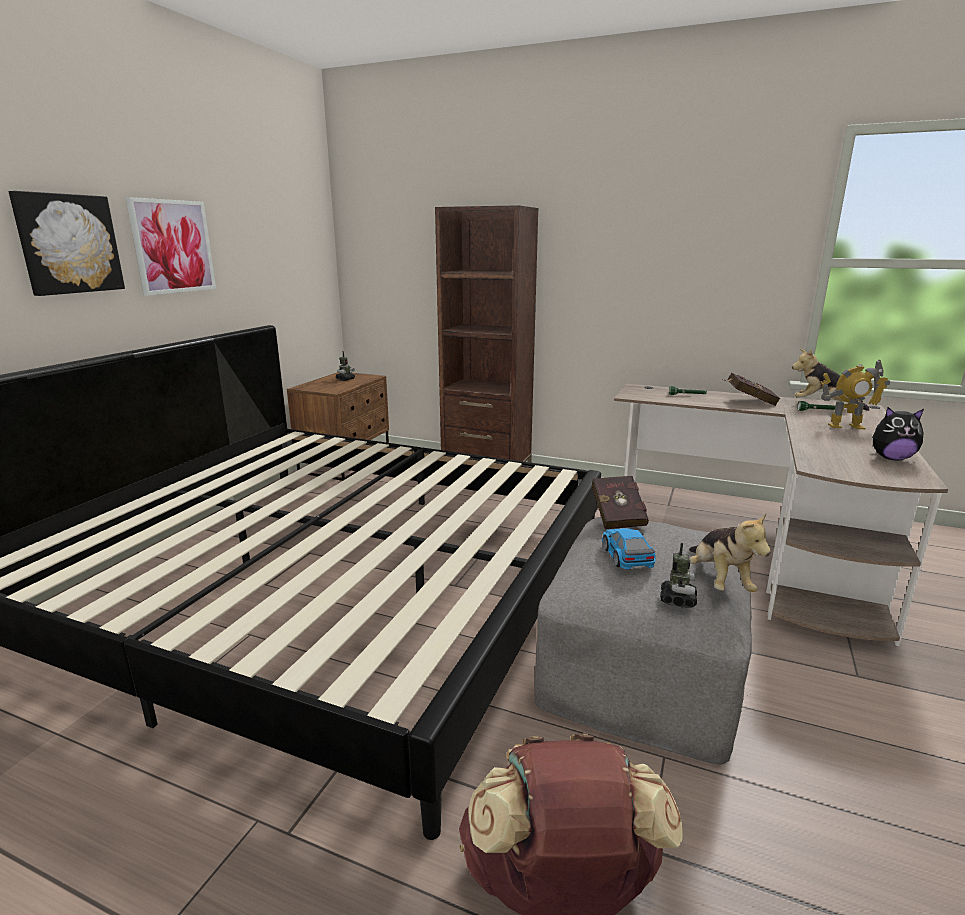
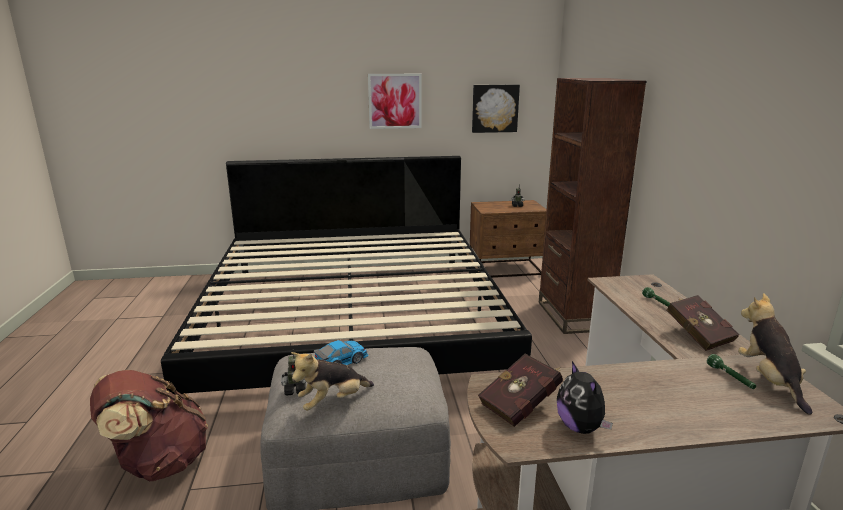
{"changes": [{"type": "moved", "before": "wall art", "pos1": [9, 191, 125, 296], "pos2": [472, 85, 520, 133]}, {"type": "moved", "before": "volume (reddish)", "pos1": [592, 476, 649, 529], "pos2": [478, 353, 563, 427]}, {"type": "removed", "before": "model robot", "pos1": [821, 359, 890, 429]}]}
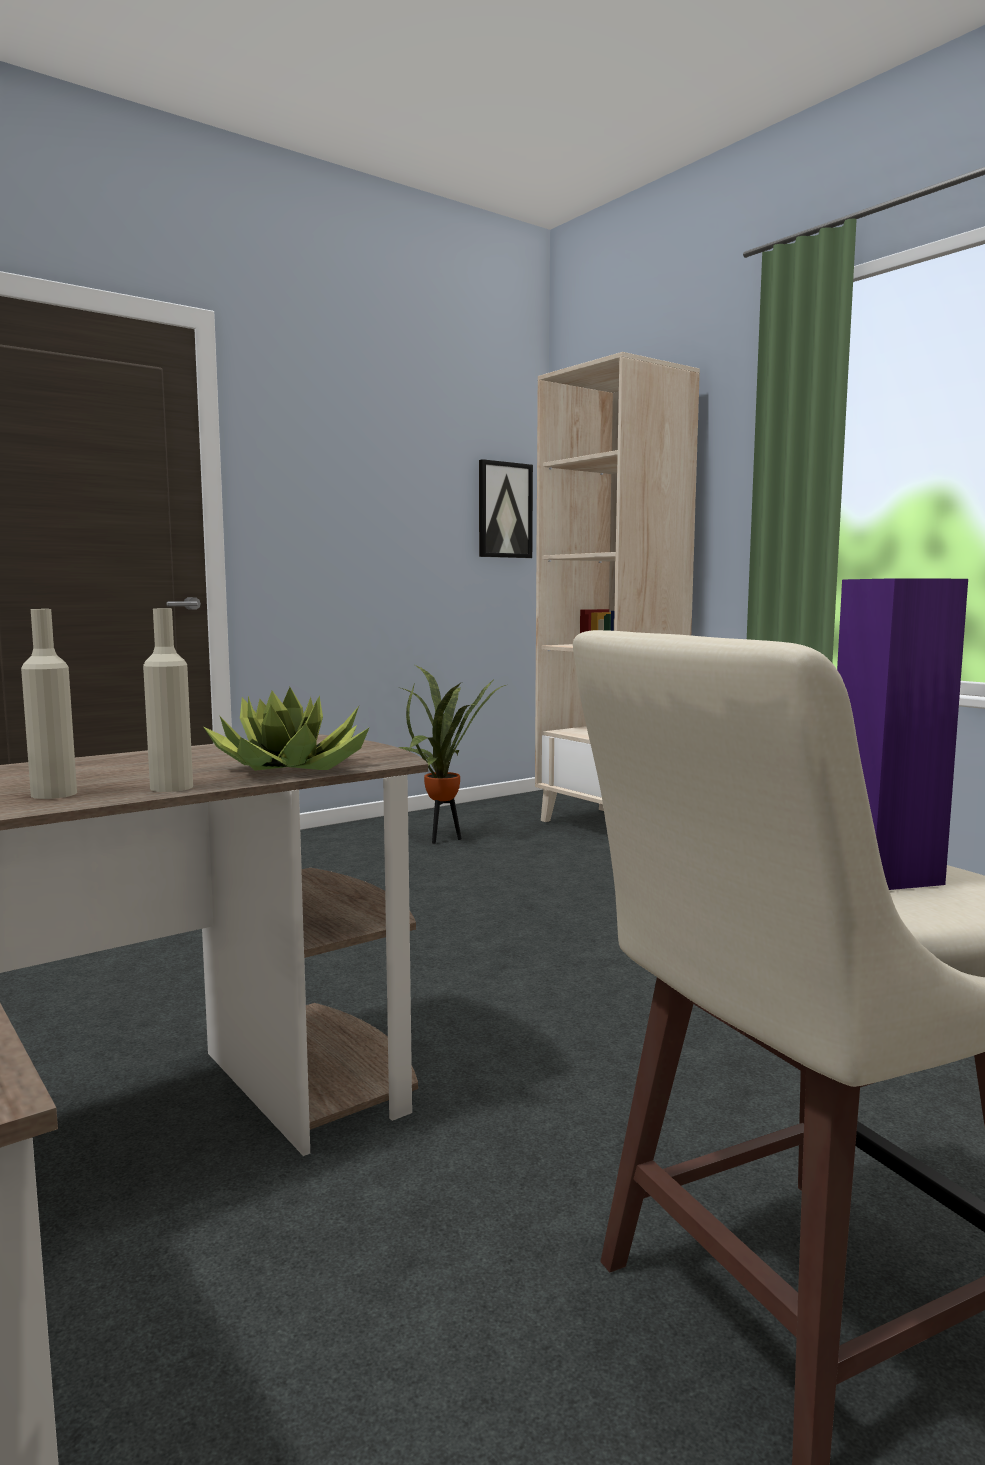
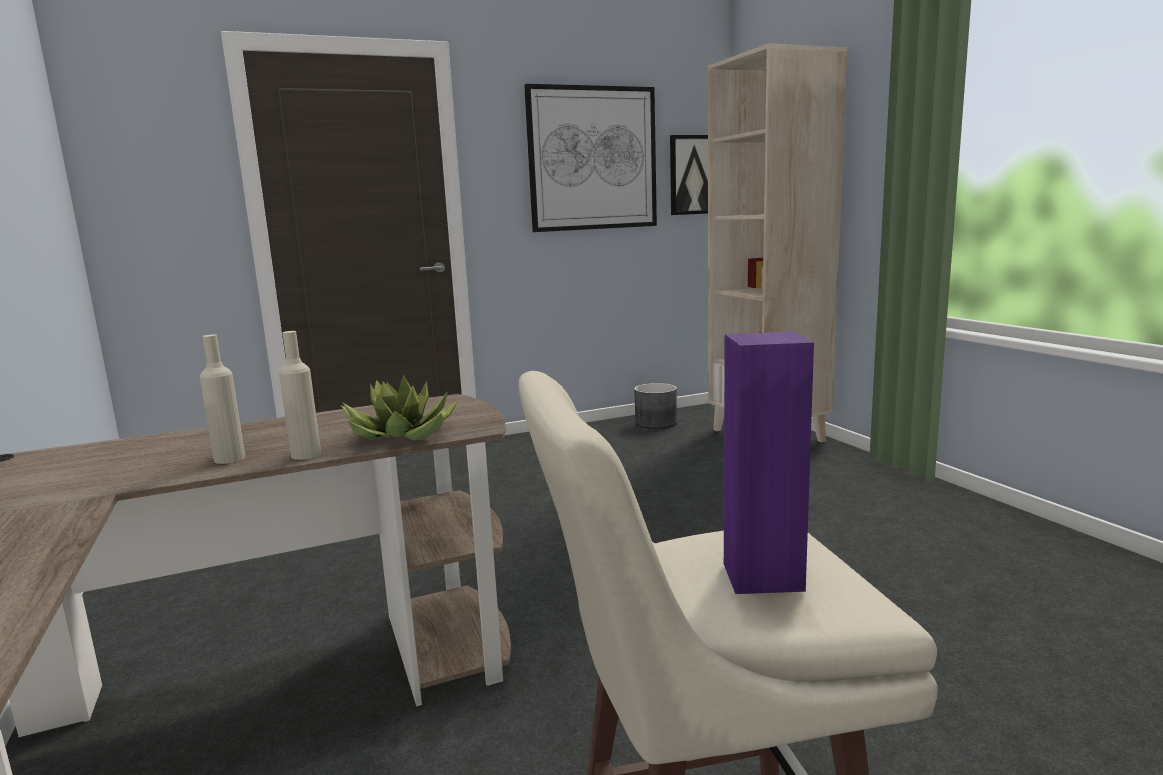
{"changes": [{"type": "added", "after": "wall art", "pos2": [524, 84, 657, 232]}, {"type": "added", "after": "plant pot (grey)", "pos2": [634, 383, 677, 429]}, {"type": "removed", "before": "potted plant", "pos1": [398, 665, 506, 844]}]}
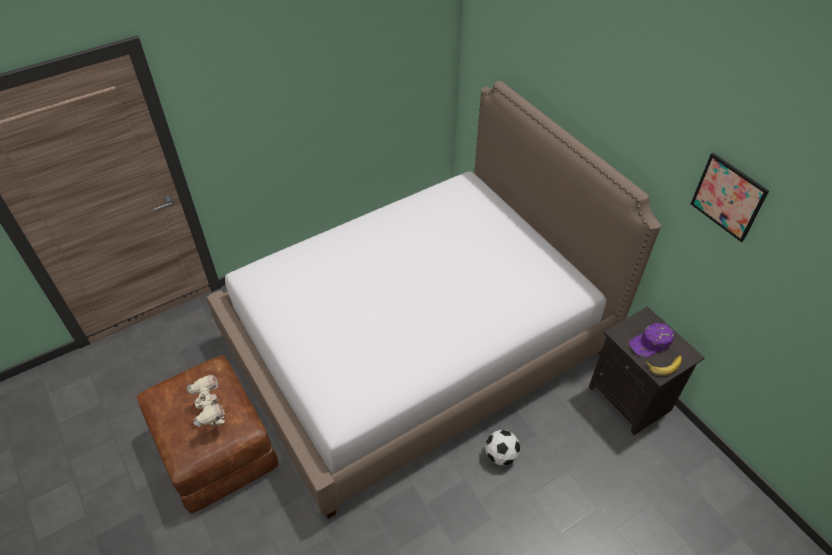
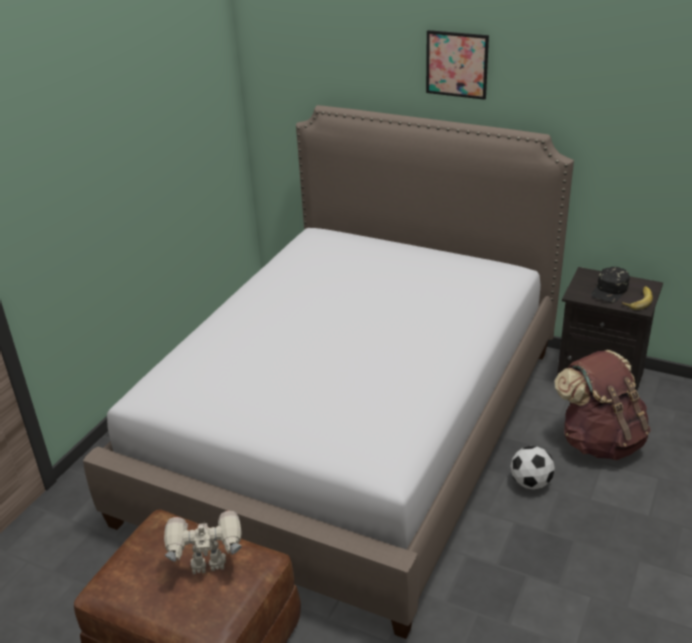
{"changes": [{"type": "turned", "before": "model robot", "pos1": [187, 375, 225, 427], "pos2": [164, 511, 242, 574], "turn": -45}, {"type": "moved", "before": "wall art", "pos1": [691, 153, 769, 242], "pos2": [426, 30, 489, 100]}, {"type": "added", "after": "backpack (brown-coloured)", "pos2": [555, 350, 651, 460]}, {"type": "recoloured", "before": "peaked cap (purple-coloured)", "after": "peaked cap (blackish)", "pos1": [629, 323, 674, 357], "pos2": [591, 267, 630, 303]}]}
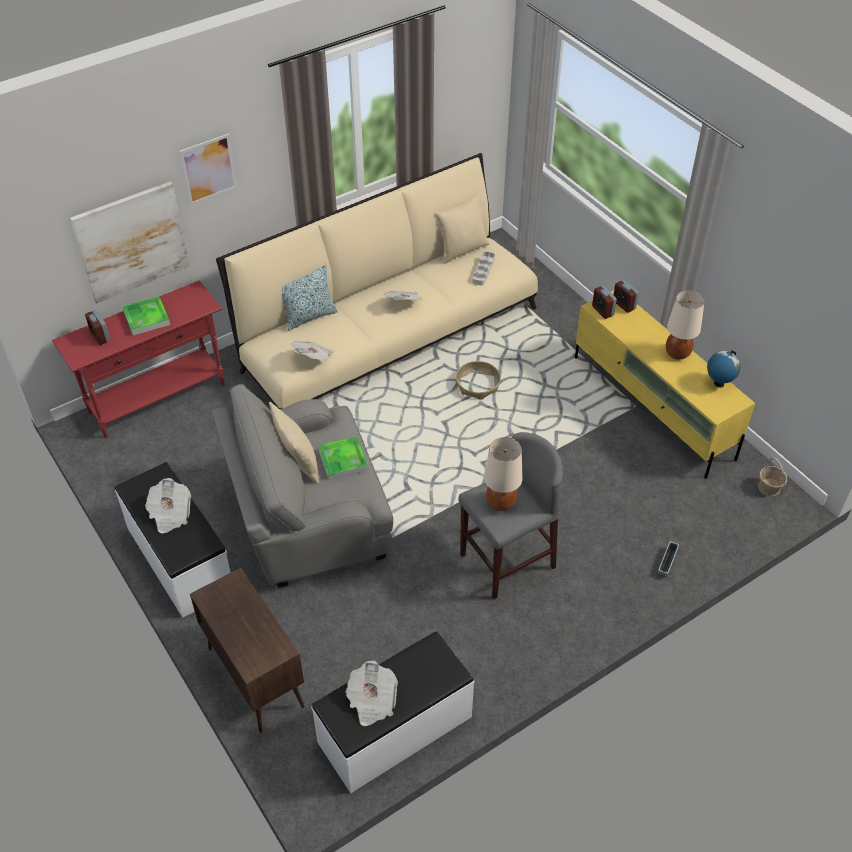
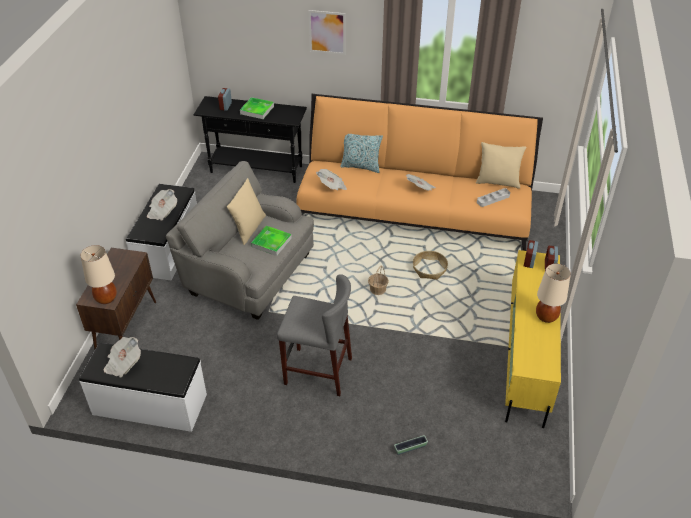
{"changes": [{"type": "moved", "before": "lamp for a table (beige)", "pos1": [484, 437, 523, 511], "pos2": [80, 245, 117, 304]}, {"type": "recoloured", "before": "narrow table (reddish)", "after": "narrow table (blackish)", "pos1": [52, 280, 225, 438], "pos2": [194, 96, 307, 183]}, {"type": "recoloured", "before": "couch (beige)", "after": "couch (orange)", "pos1": [216, 153, 538, 409], "pos2": [296, 94, 543, 251]}, {"type": "moved", "before": "household basket", "pos1": [758, 457, 787, 497], "pos2": [368, 266, 389, 295]}, {"type": "removed", "before": "wall art", "pos1": [70, 181, 190, 304]}, {"type": "removed", "before": "desk globe", "pos1": [707, 351, 741, 388]}]}
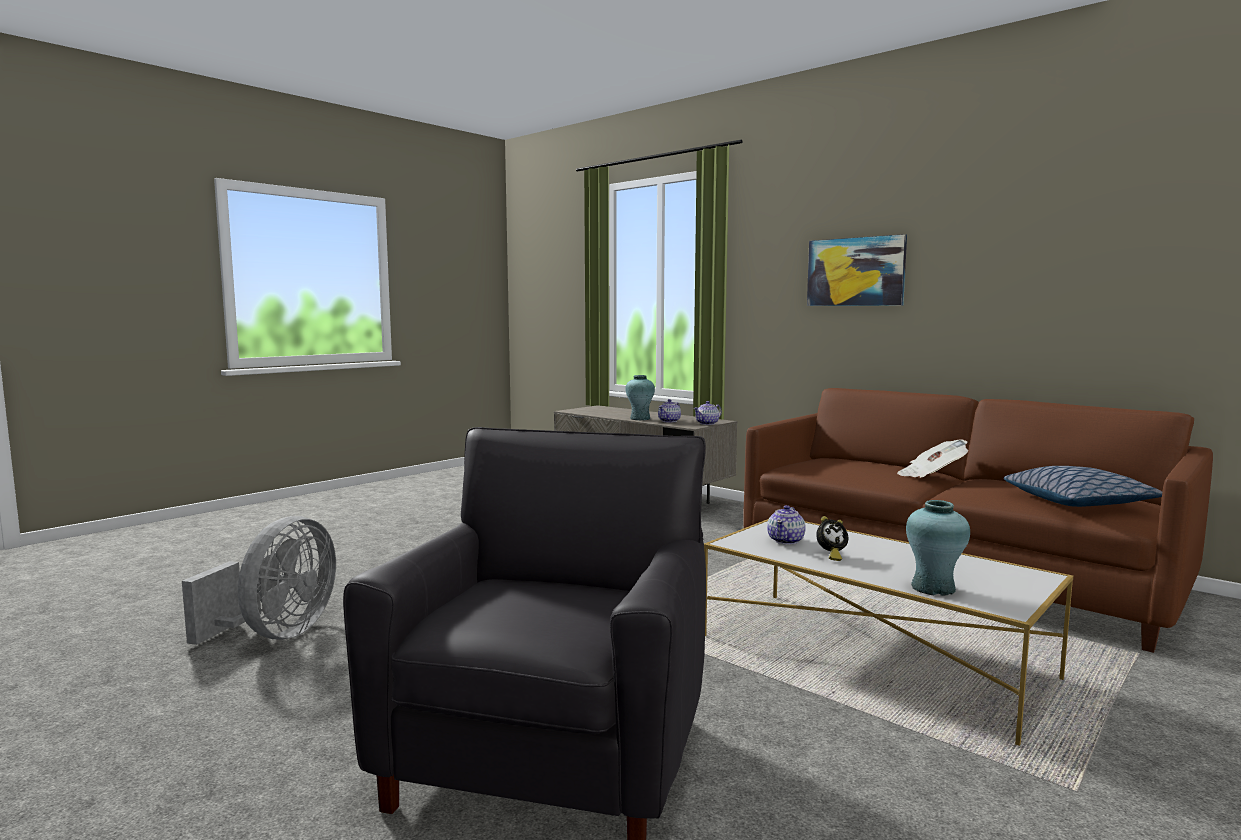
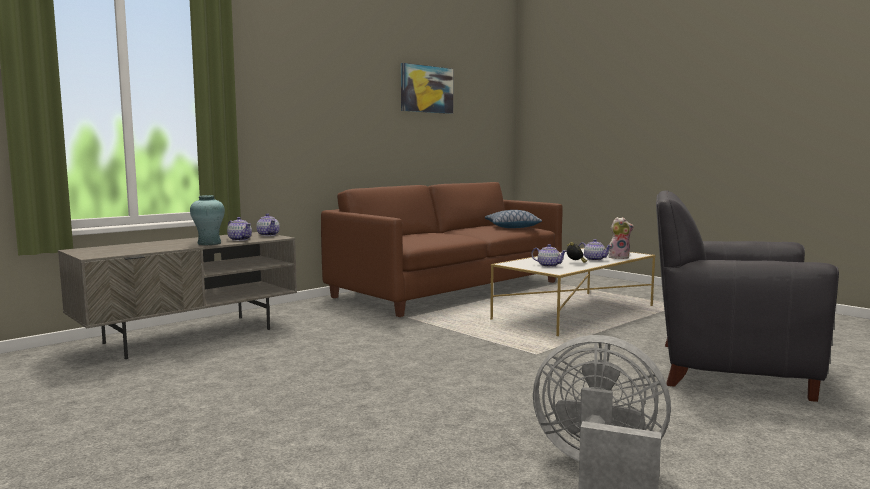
{"changes": [{"type": "moved", "before": "wall art", "pos1": [807, 234, 907, 306], "pos2": [401, 63, 453, 114]}, {"type": "added", "after": "teapot", "pos2": [579, 239, 612, 261]}, {"type": "replaced", "before": "vase (blue-green)", "after": "soft toy", "pos1": [906, 500, 970, 596], "pos2": [608, 217, 634, 259]}, {"type": "removed", "before": "printed paper", "pos1": [897, 440, 968, 478]}]}
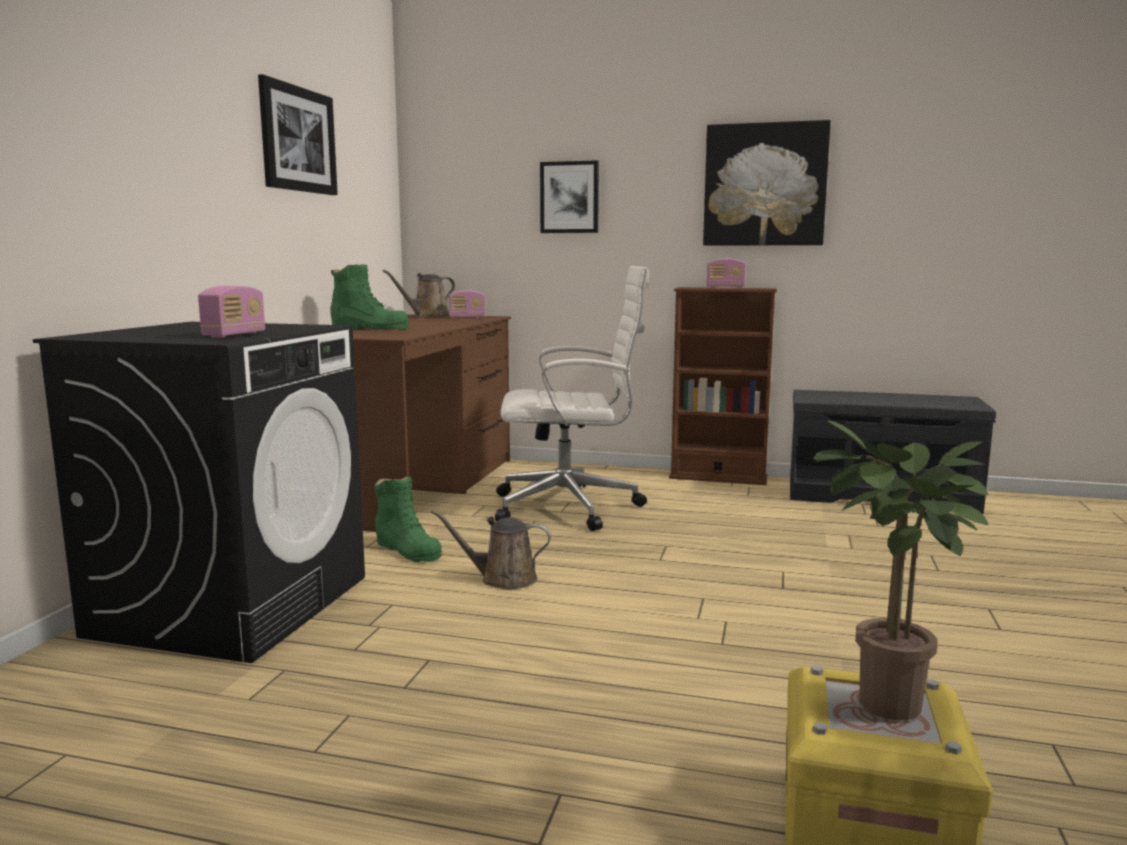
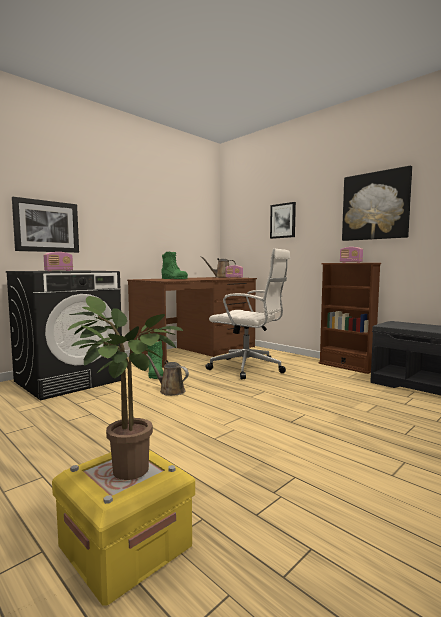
{"changes": [{"type": "moved", "before": "wall art", "pos1": [258, 74, 338, 195], "pos2": [12, 197, 79, 253]}]}
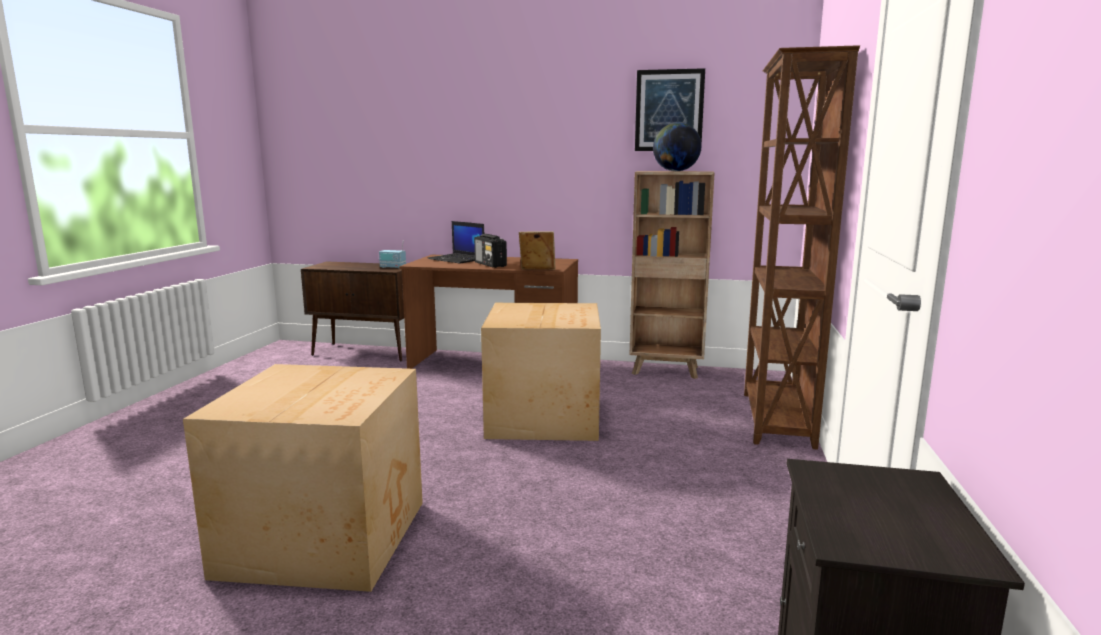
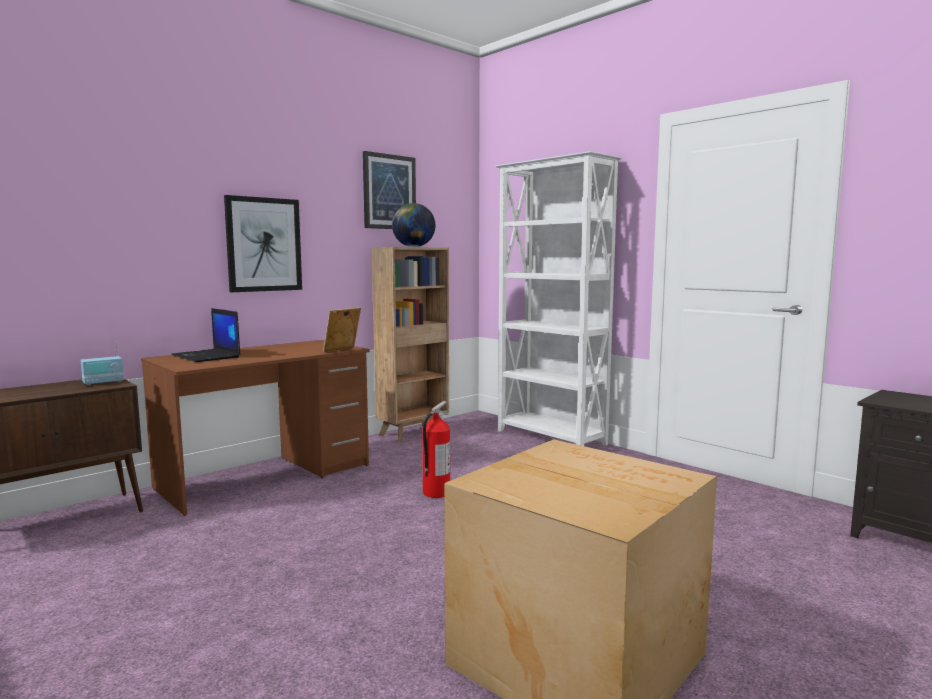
{"changes": [{"type": "turned", "before": "laptop", "pos1": [427, 221, 484, 264], "pos2": [171, 308, 241, 362], "turn": 60}, {"type": "added", "after": "wall art", "pos2": [224, 195, 302, 292]}, {"type": "replaced", "before": "cardboard box", "after": "extinguisher", "pos1": [481, 303, 601, 441], "pos2": [422, 401, 450, 498]}, {"type": "recoloured", "before": "bookcase (brown-coloured)", "after": "bookcase (white-coloured)", "pos1": [744, 45, 860, 450], "pos2": [495, 151, 622, 446]}, {"type": "removed", "before": "radio set", "pos1": [474, 234, 507, 268]}]}
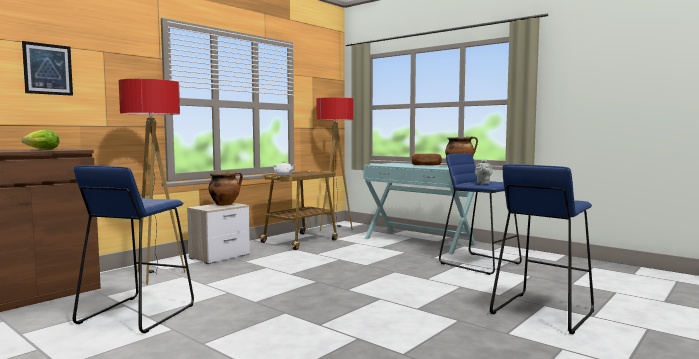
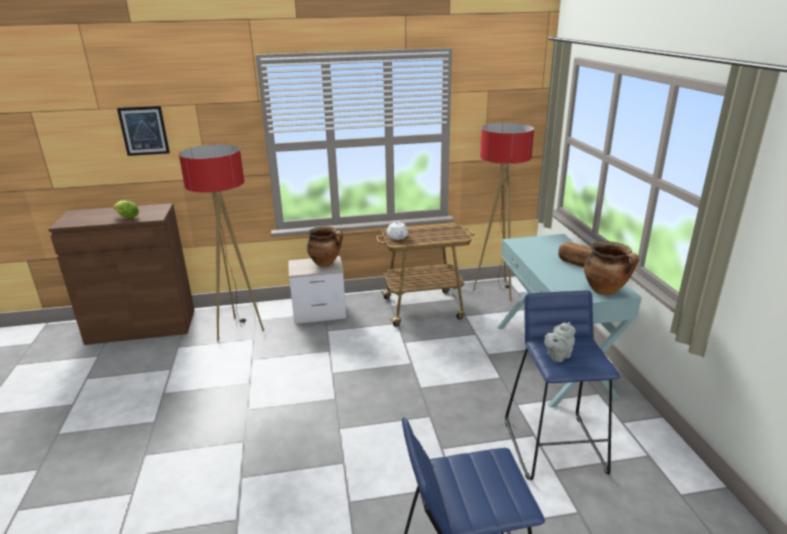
{"changes": [{"type": "removed", "before": "sitting stool (bluish)", "pos1": [73, 166, 194, 333]}]}
